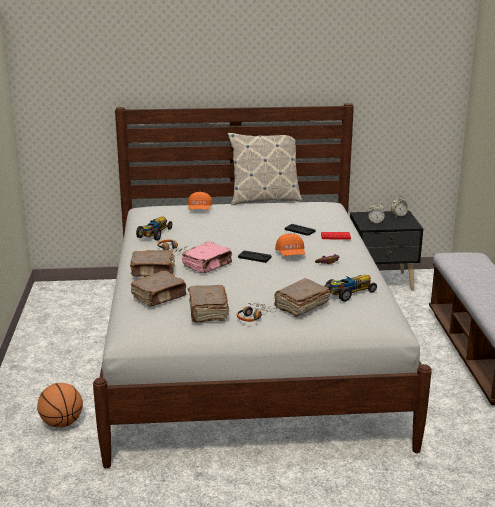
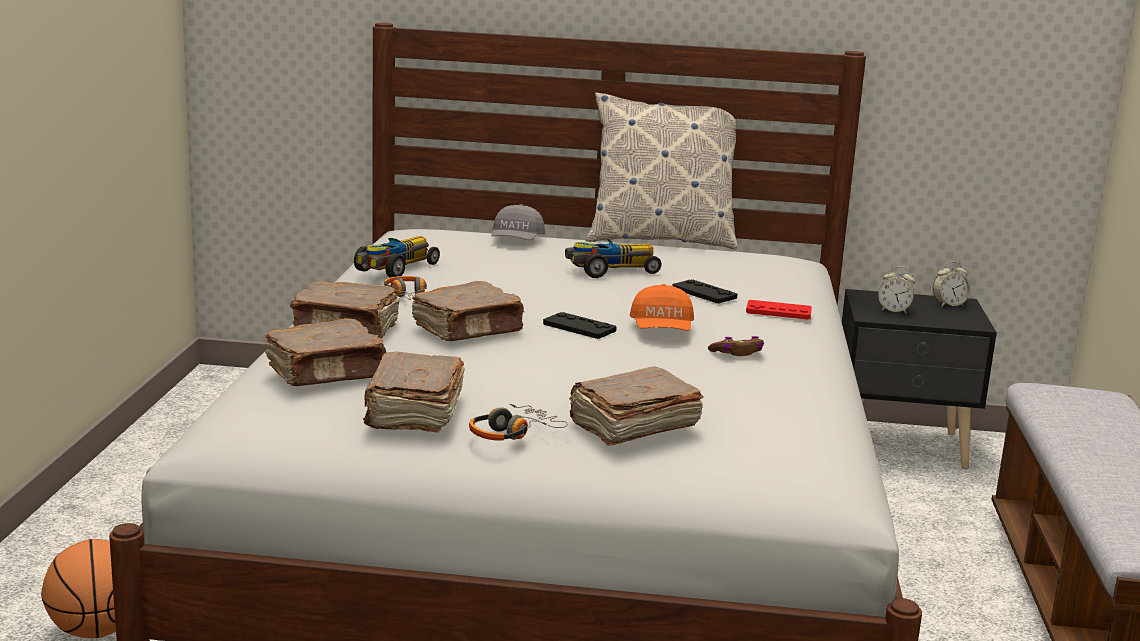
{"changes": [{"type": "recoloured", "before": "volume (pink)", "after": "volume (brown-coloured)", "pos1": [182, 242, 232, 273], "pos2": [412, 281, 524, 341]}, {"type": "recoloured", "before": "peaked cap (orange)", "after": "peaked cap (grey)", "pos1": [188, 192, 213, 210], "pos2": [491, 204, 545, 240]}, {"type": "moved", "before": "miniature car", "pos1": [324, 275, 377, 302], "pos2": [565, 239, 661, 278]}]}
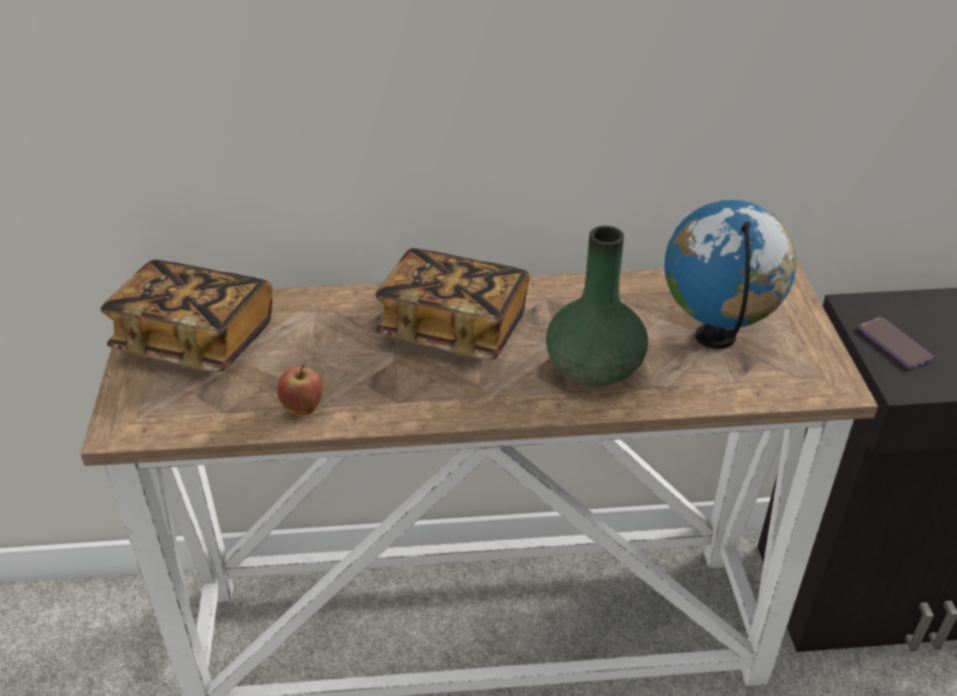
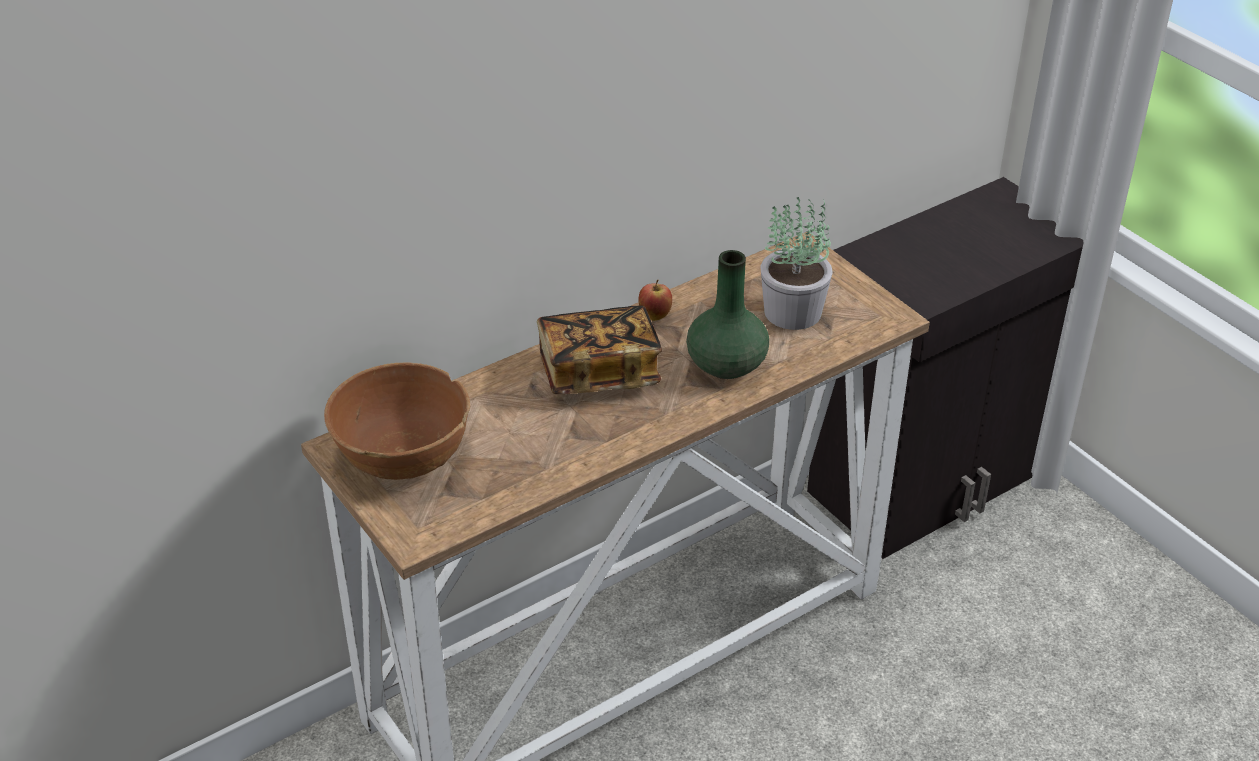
{"changes": [{"type": "replaced", "before": "volume", "after": "deep dish (brown-coloured)", "pos1": [101, 260, 272, 372], "pos2": [324, 362, 470, 480]}, {"type": "moved", "before": "whole apple", "pos1": [277, 365, 324, 416], "pos2": [638, 280, 672, 321]}, {"type": "replaced", "before": "desk globe", "after": "potted plant", "pos1": [664, 200, 796, 349], "pos2": [761, 197, 832, 330]}, {"type": "removed", "before": "phone", "pos1": [858, 317, 934, 369]}]}
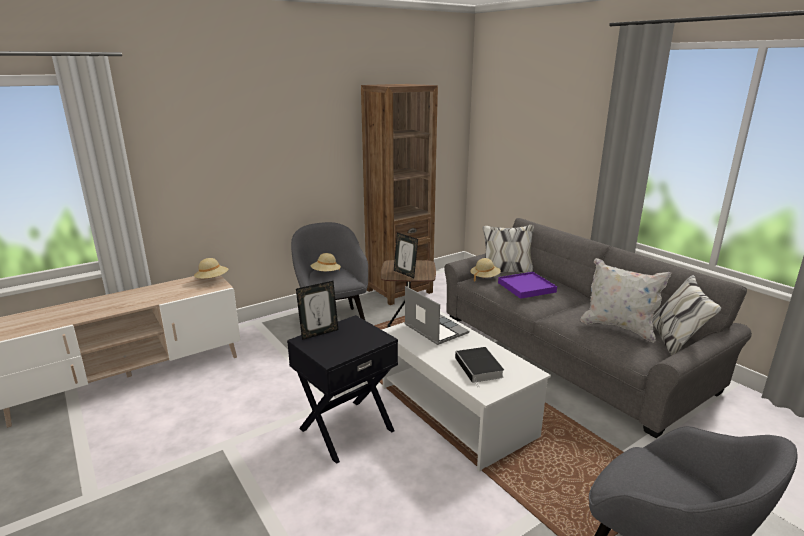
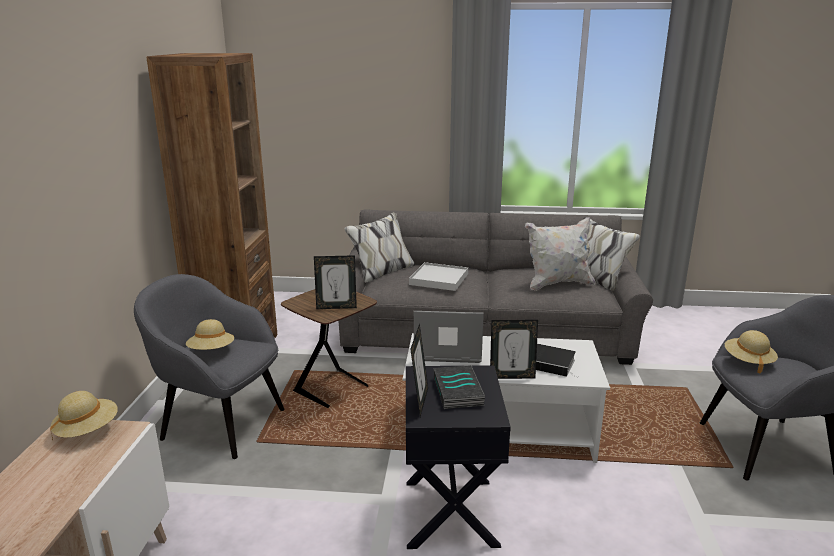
{"changes": [{"type": "recoloured", "before": "serving tray (purple-coloured)", "after": "serving tray (white-coloured)", "pos1": [498, 272, 557, 299], "pos2": [409, 262, 468, 291]}, {"type": "added", "after": "volume", "pos2": [434, 365, 485, 409]}, {"type": "added", "after": "picture frame", "pos2": [490, 320, 538, 379]}, {"type": "moved", "before": "clothing hat (beige)", "pos1": [470, 258, 501, 281], "pos2": [725, 330, 778, 374]}]}
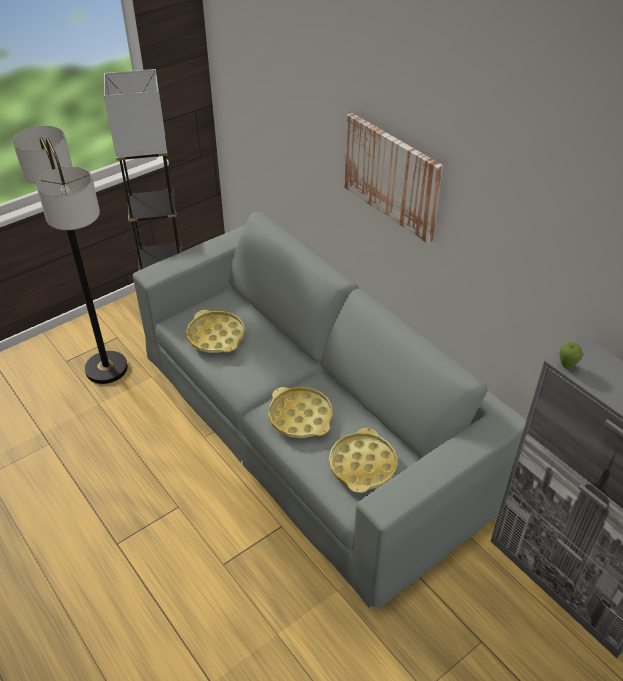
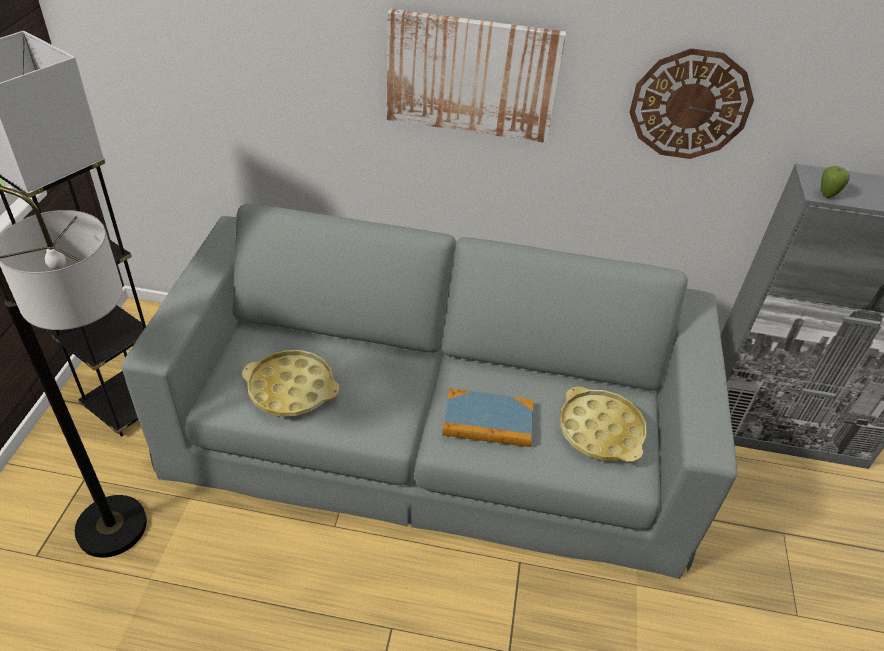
{"changes": [{"type": "replaced", "before": "serving tray (yellow-coloured)", "after": "volume", "pos1": [269, 387, 332, 438], "pos2": [442, 388, 533, 447]}, {"type": "added", "after": "hanging clock", "pos2": [629, 48, 754, 159]}]}
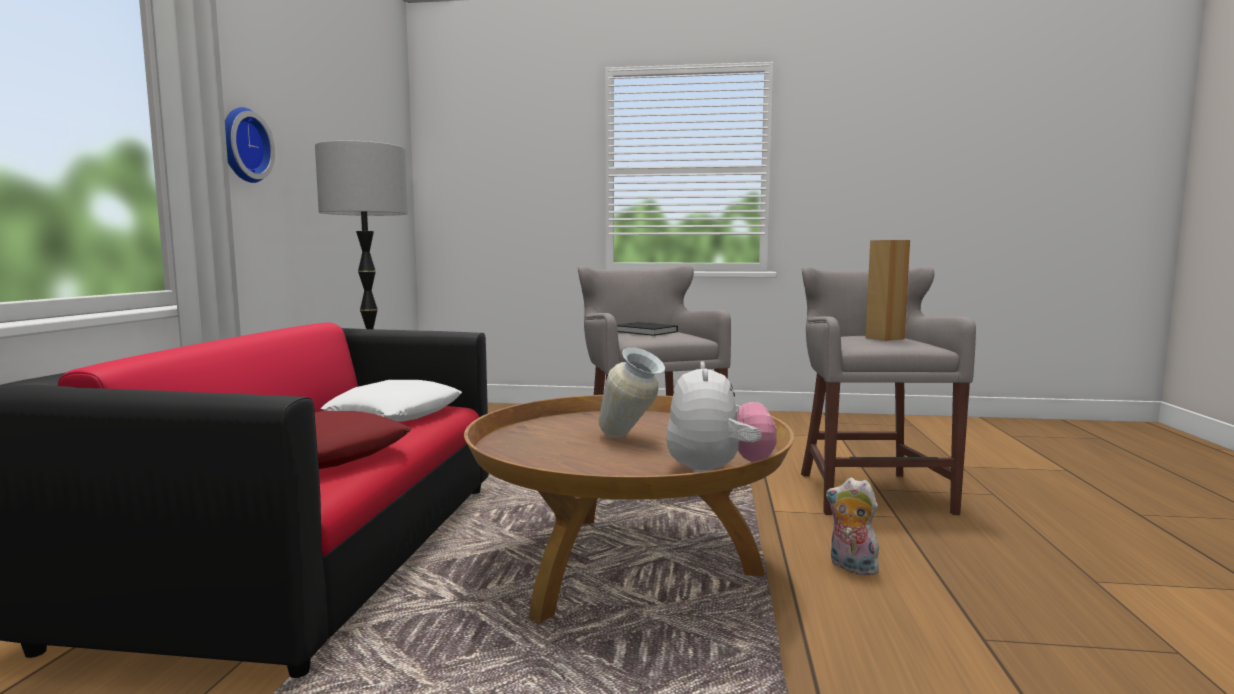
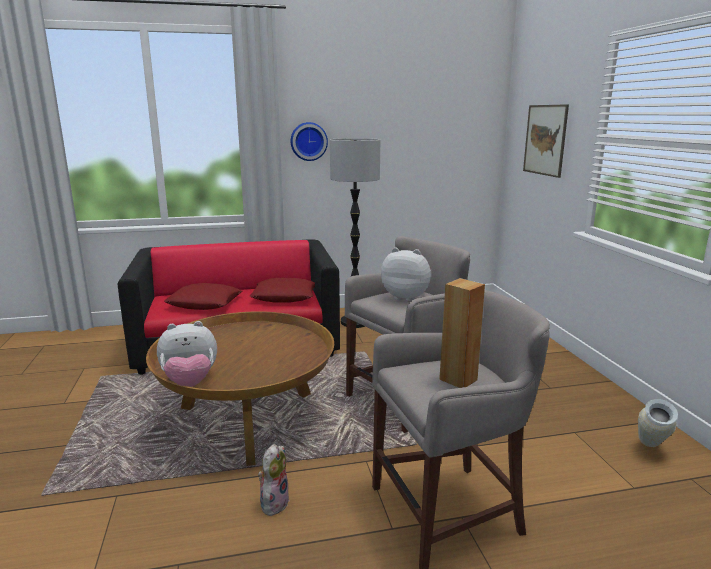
{"changes": [{"type": "recoloured", "before": "throw pillow (white-coloured)", "after": "throw pillow (reddish)", "pos1": [321, 380, 462, 422], "pos2": [250, 278, 315, 303]}, {"type": "replaced", "before": "volume (blackish)", "after": "soft toy", "pos1": [617, 322, 678, 336], "pos2": [381, 247, 431, 302]}, {"type": "added", "after": "wall art", "pos2": [523, 104, 569, 178]}, {"type": "moved", "before": "vase", "pos1": [598, 347, 665, 438], "pos2": [638, 399, 678, 447]}]}
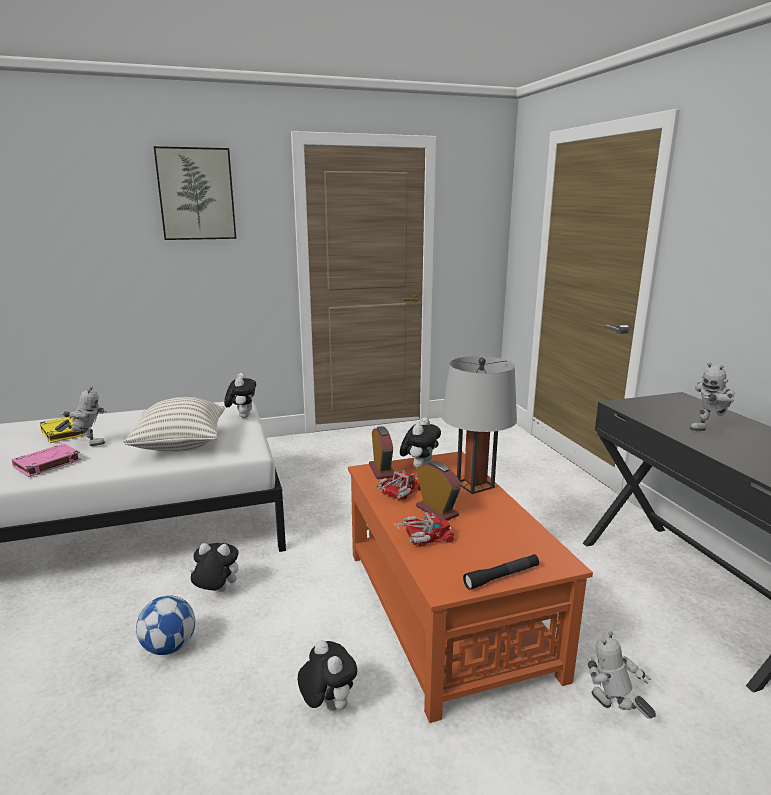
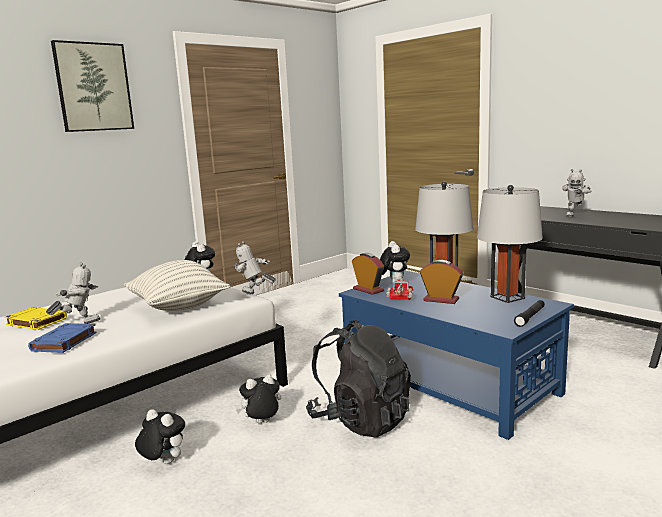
{"changes": [{"type": "recoloured", "before": "volume (pink)", "after": "volume (bluish)", "pos1": [12, 444, 81, 477], "pos2": [28, 323, 97, 353]}, {"type": "moved", "before": "soft toy", "pos1": [298, 640, 357, 711], "pos2": [135, 409, 185, 464]}, {"type": "moved", "before": "model robot", "pos1": [587, 631, 656, 719], "pos2": [234, 241, 276, 294]}, {"type": "added", "after": "backpack (blackish)", "pos2": [306, 320, 411, 438]}, {"type": "recoloured", "before": "low table (orange)", "after": "low table (bluish)", "pos1": [348, 452, 593, 723], "pos2": [339, 271, 574, 440]}, {"type": "added", "after": "lamp for a table (grey)", "pos2": [477, 185, 543, 303]}, {"type": "removed", "before": "football ball", "pos1": [136, 595, 195, 655]}, {"type": "removed", "before": "toy truck", "pos1": [393, 512, 454, 546]}]}
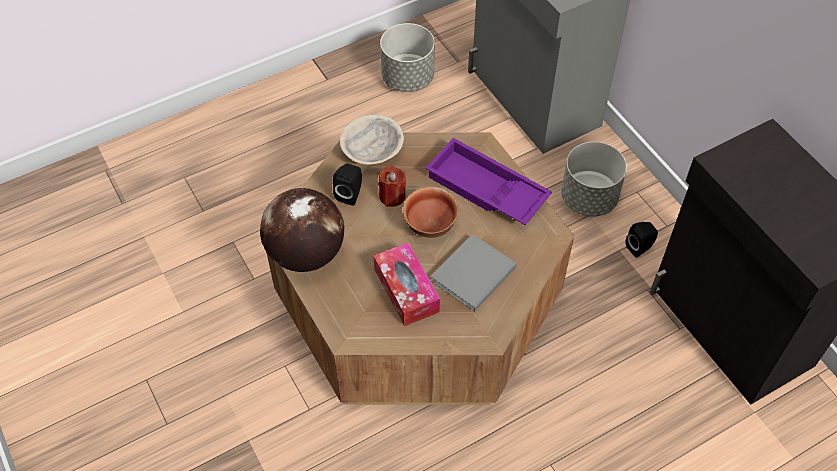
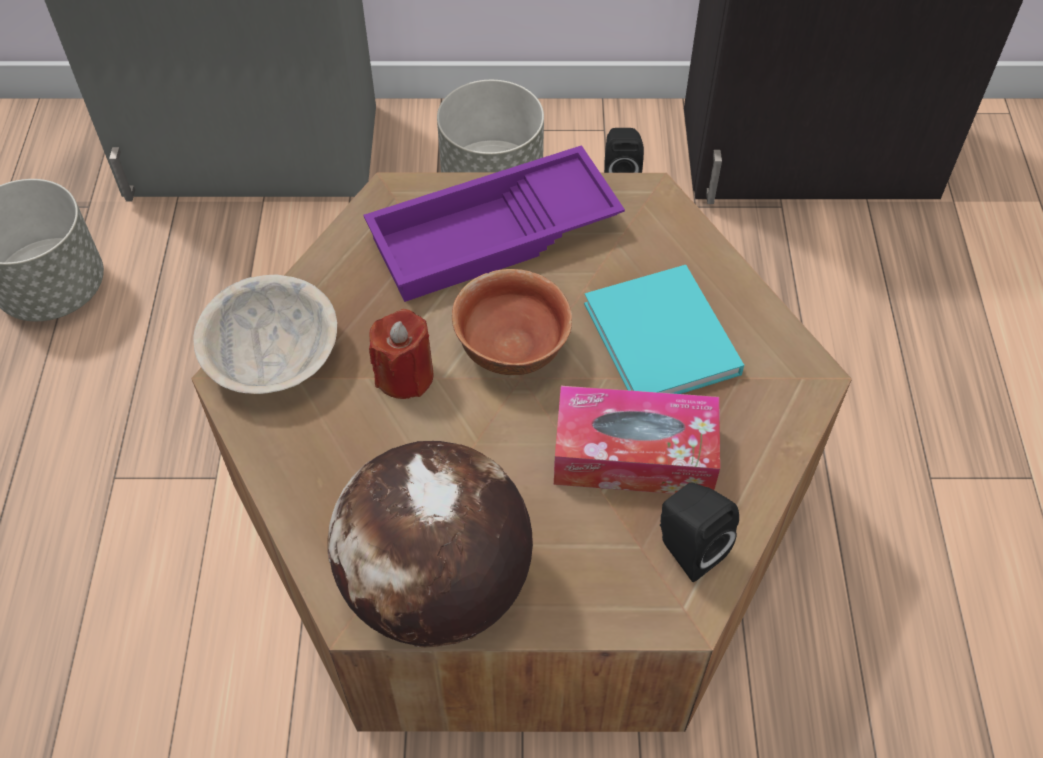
{"changes": [{"type": "recoloured", "before": "volume (grey)", "after": "volume (blue-green)", "pos1": [431, 234, 517, 312], "pos2": [584, 265, 744, 394]}, {"type": "moved", "before": "audio speaker (blackish)", "pos1": [333, 164, 362, 206], "pos2": [660, 483, 739, 582]}]}
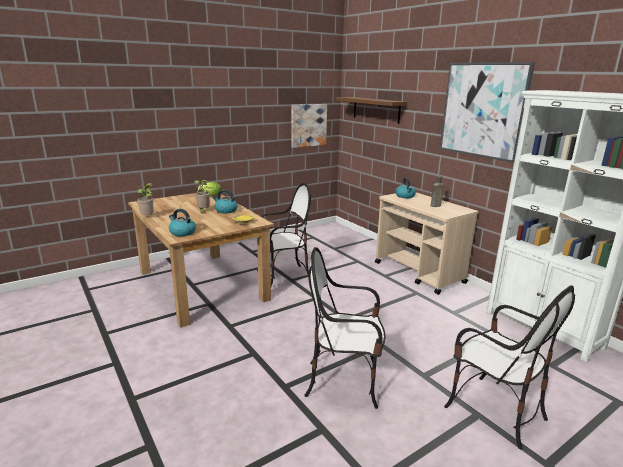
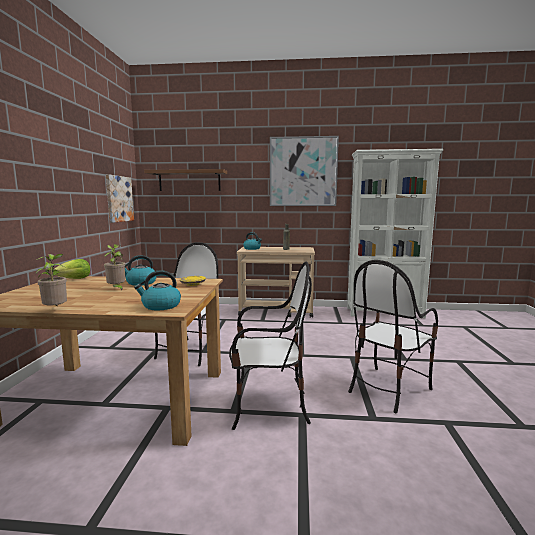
{"changes": [{"type": "moved", "before": "chair", "pos1": [444, 285, 575, 450], "pos2": [229, 262, 312, 430]}]}
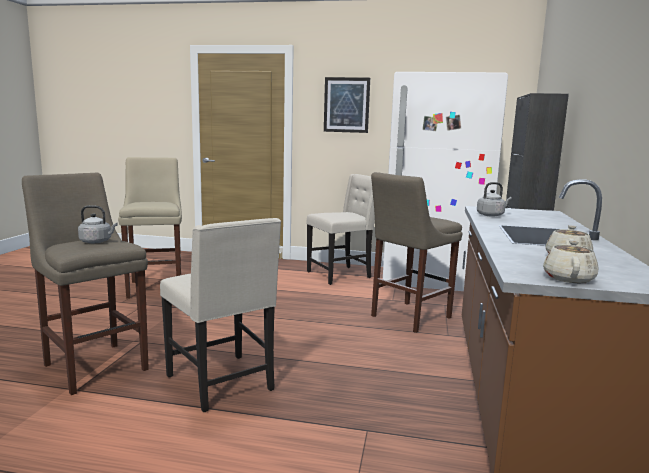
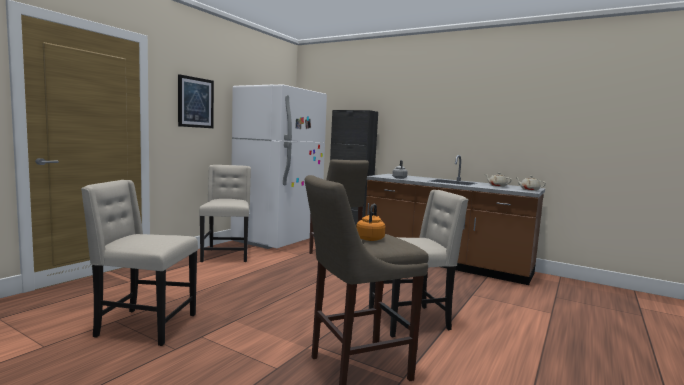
{"changes": [{"type": "replaced", "before": "sitting stool (beige)", "after": "chair (beige)", "pos1": [118, 157, 182, 299], "pos2": [81, 180, 198, 346]}, {"type": "recoloured", "before": "tea kettle (grey)", "after": "tea kettle (orange)", "pos1": [78, 205, 117, 243], "pos2": [356, 204, 385, 241]}]}
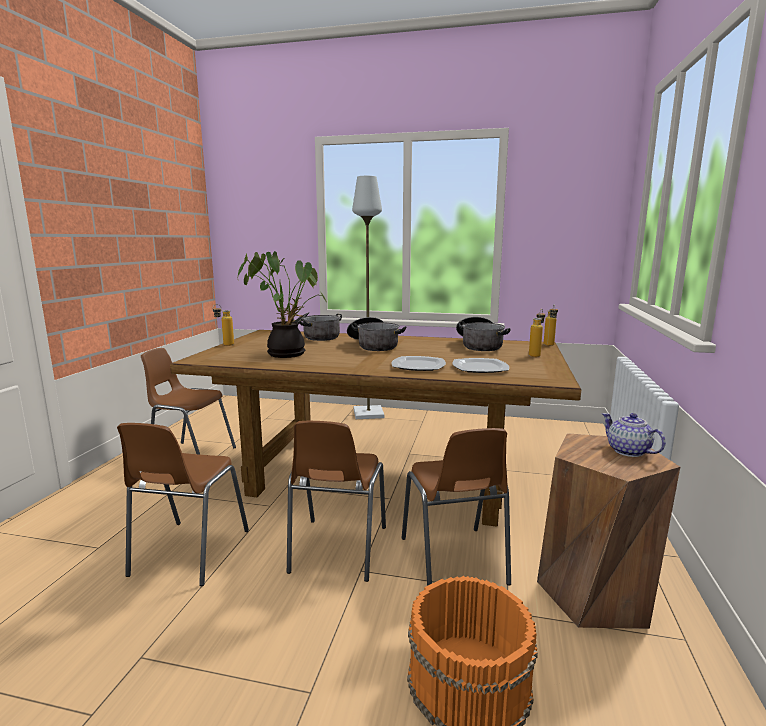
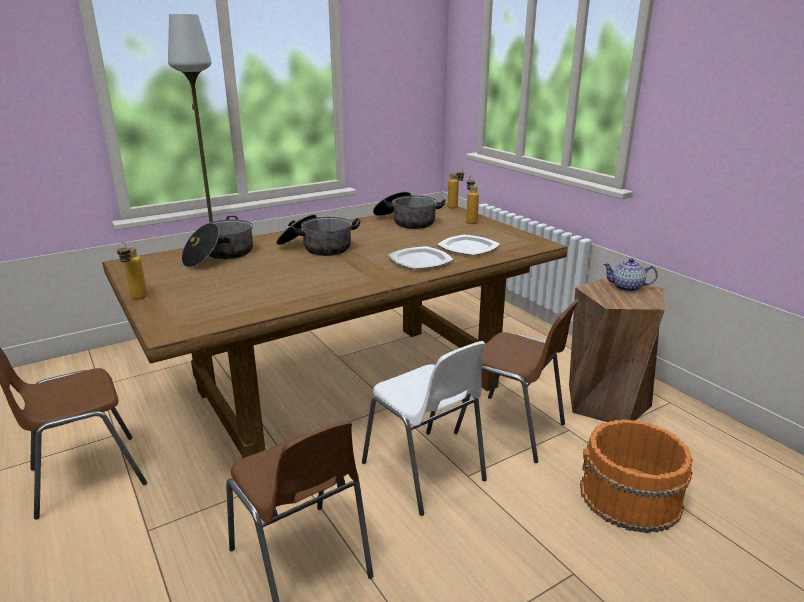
{"changes": [{"type": "recoloured", "before": "chair (brown-coloured)", "after": "chair (white-coloured)", "pos1": [287, 421, 386, 582], "pos2": [362, 341, 487, 516]}, {"type": "removed", "before": "potted plant", "pos1": [238, 251, 327, 358]}]}
